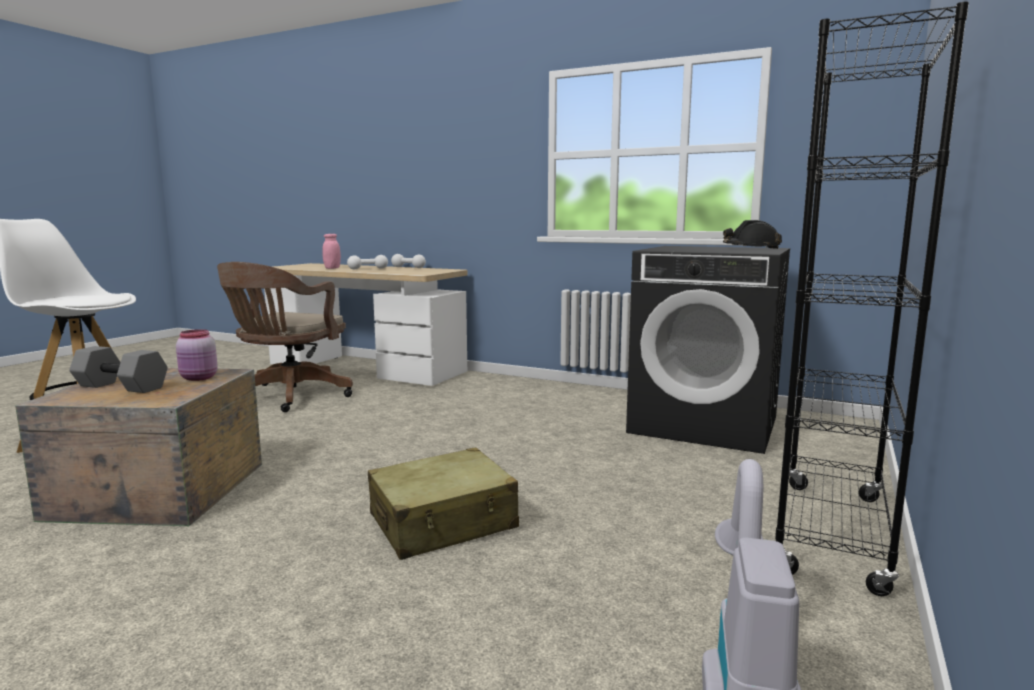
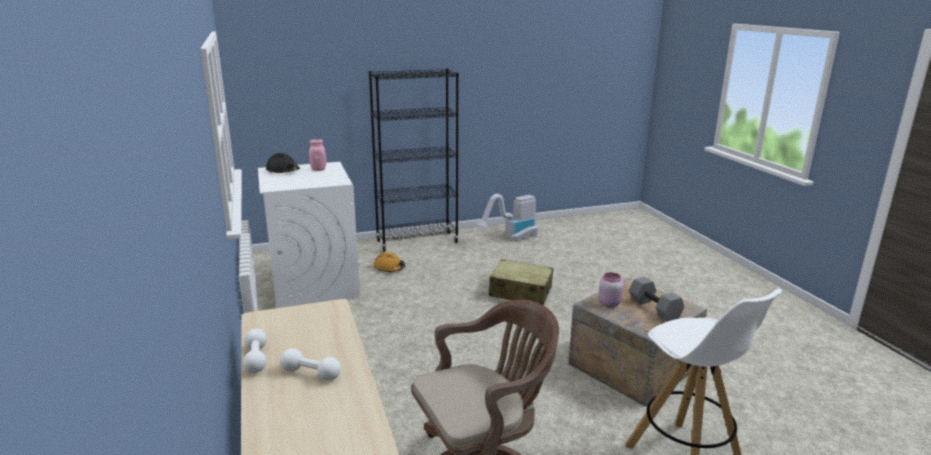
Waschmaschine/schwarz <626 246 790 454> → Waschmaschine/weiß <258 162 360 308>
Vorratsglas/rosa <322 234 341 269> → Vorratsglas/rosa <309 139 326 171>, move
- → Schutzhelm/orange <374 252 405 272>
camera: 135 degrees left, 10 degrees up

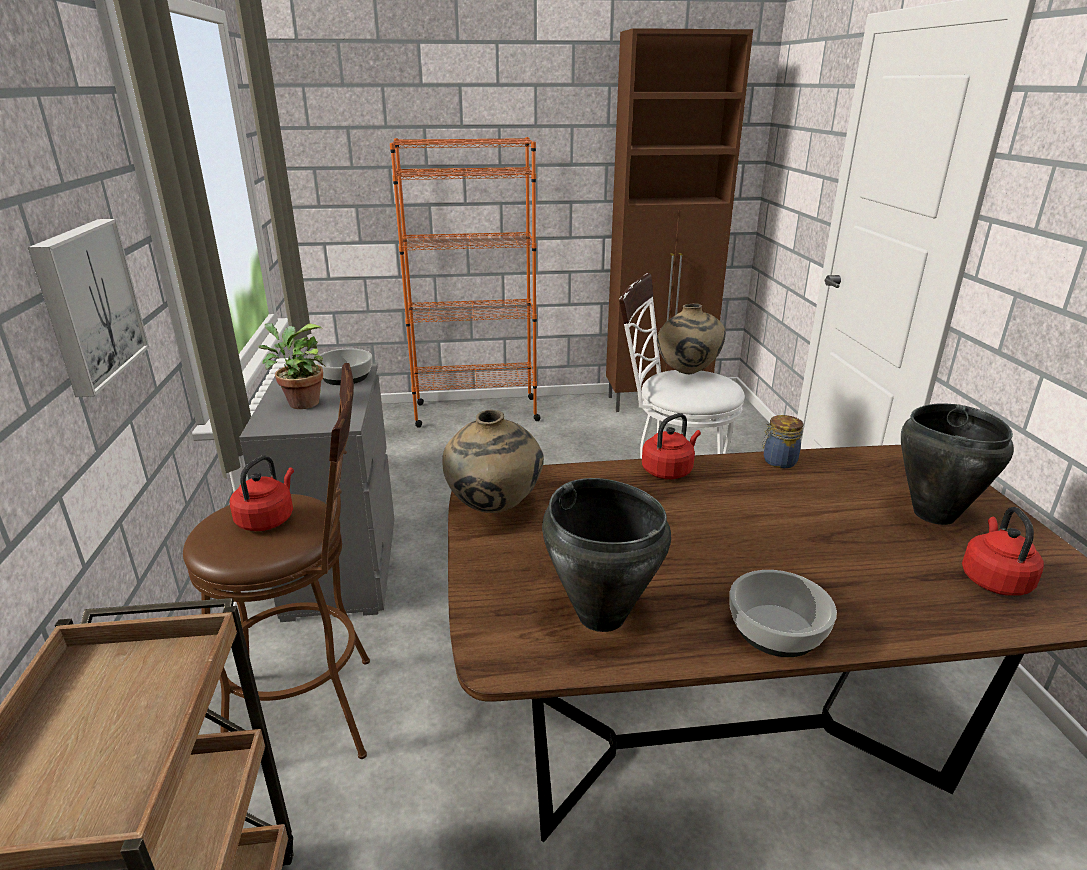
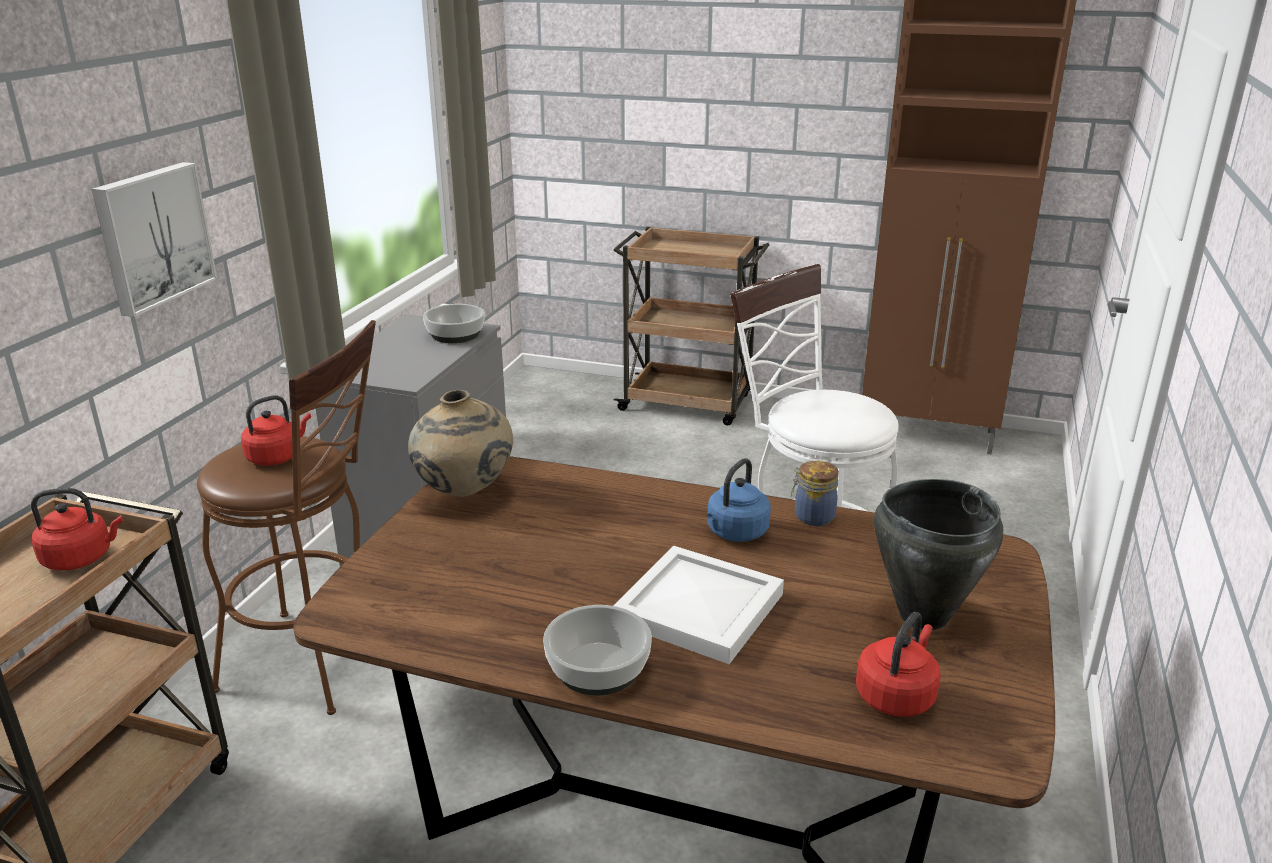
Wasserkessel/rot <642 413 701 479> → Wasserkessel/rot <31 488 123 571>, move
Bücherregal/orange <390 137 541 428> → Rollwagen/braun <613 227 769 425>
- → Tablett/weiß <613 546 784 664>
- → Wasserkessel/blau <707 458 771 542>
Topfpflanze <258 323 326 409> → -
Kochtopf/schwarz <542 478 671 632> → -
Vase/beige <657 303 726 374> → -
camera: 25 degrees right, 0 degrees up

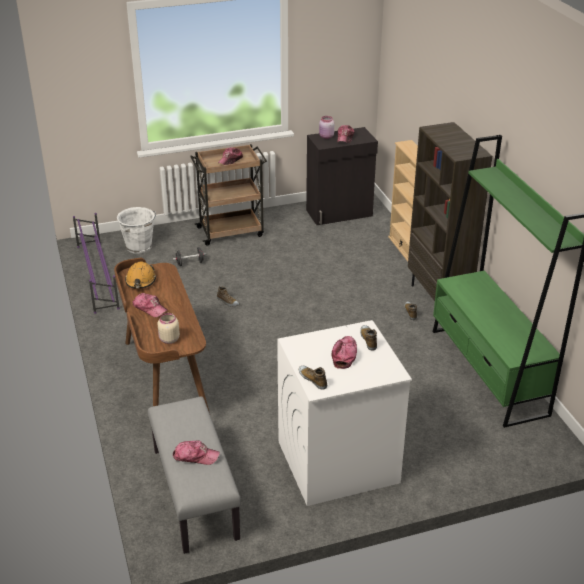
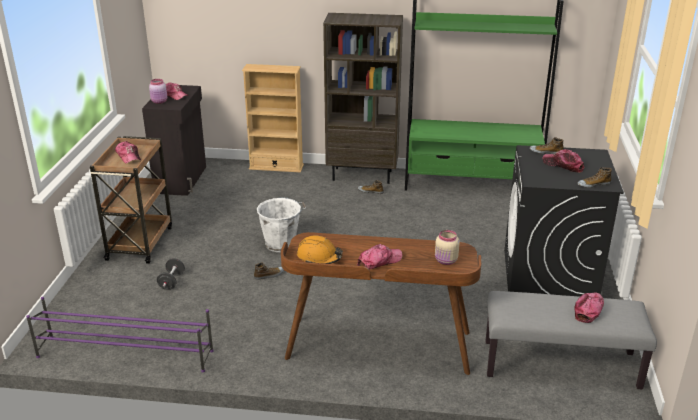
Eimer/weiß <117 207 156 254> → Eimer/weiß <257 197 306 252>, move
Waschmaschine/weiß <277 320 412 506> → Waschmaschine/schwarz <504 145 624 296>
camera: 65 degrees left, 5 degrees down

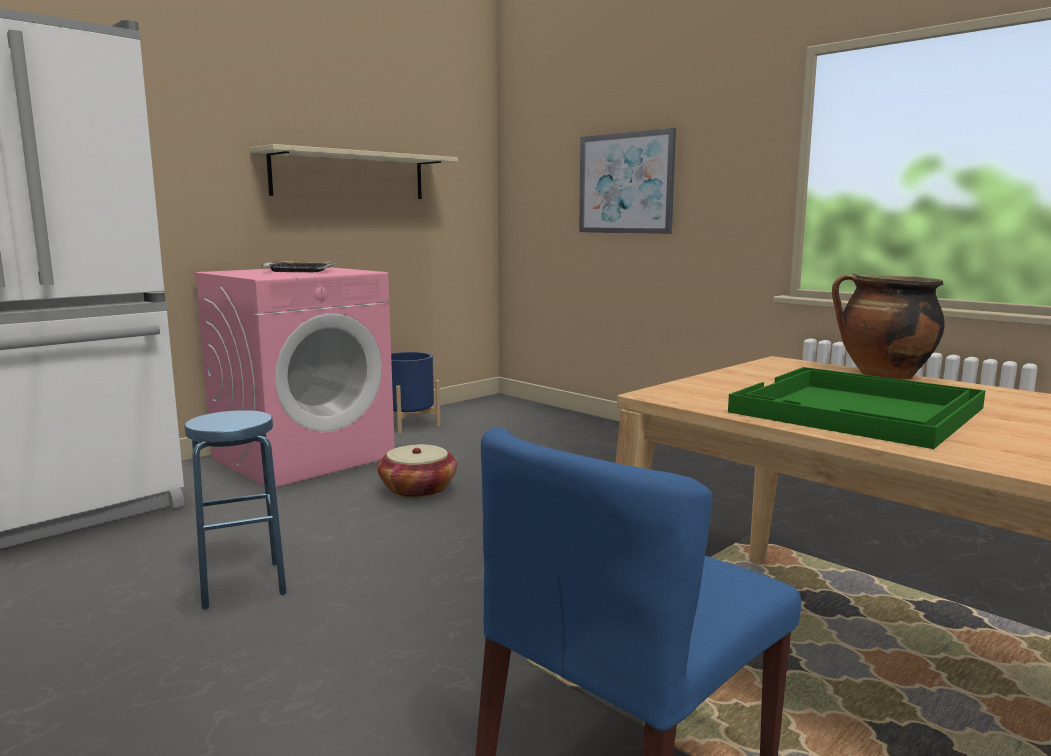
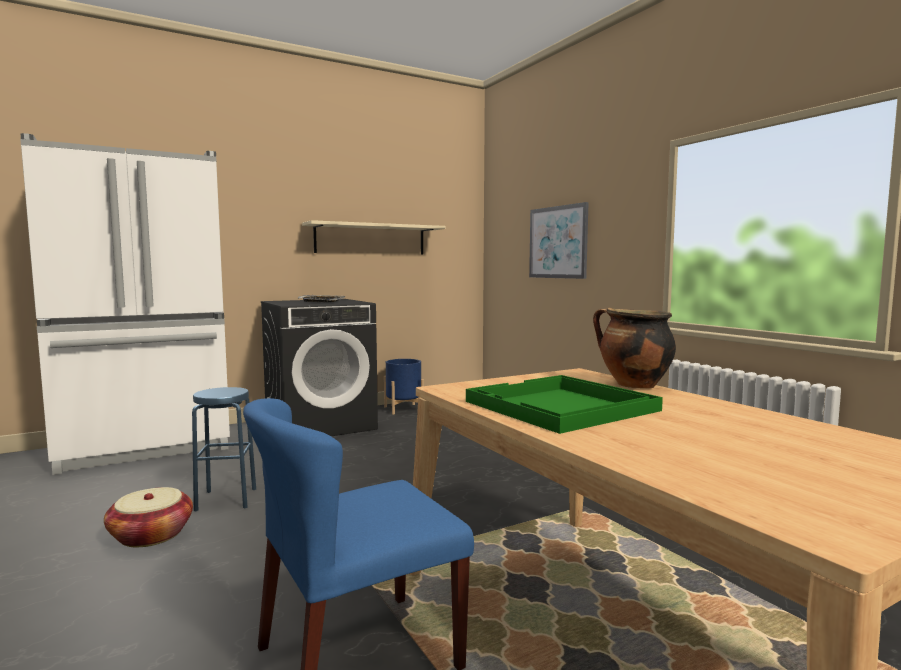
Korb <378 444 457 498> → Korb <104 487 193 547>, move
Waschmaschine/rosa <193 267 395 487> → Waschmaschine/schwarz <261 299 378 436>
camera: 15 degrees right, 5 degrees down

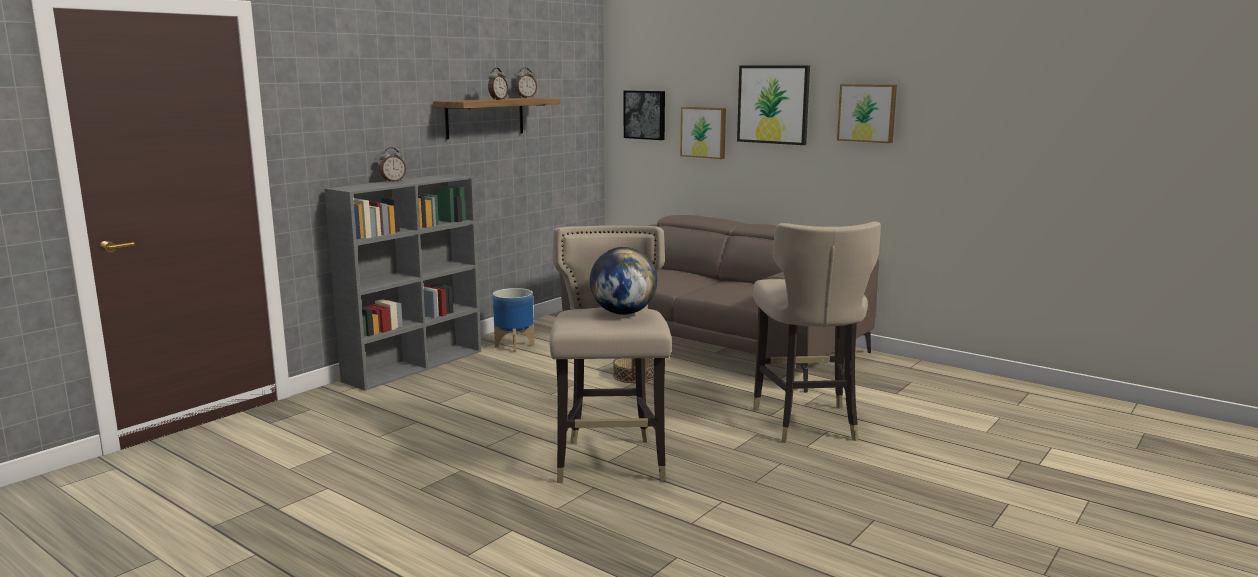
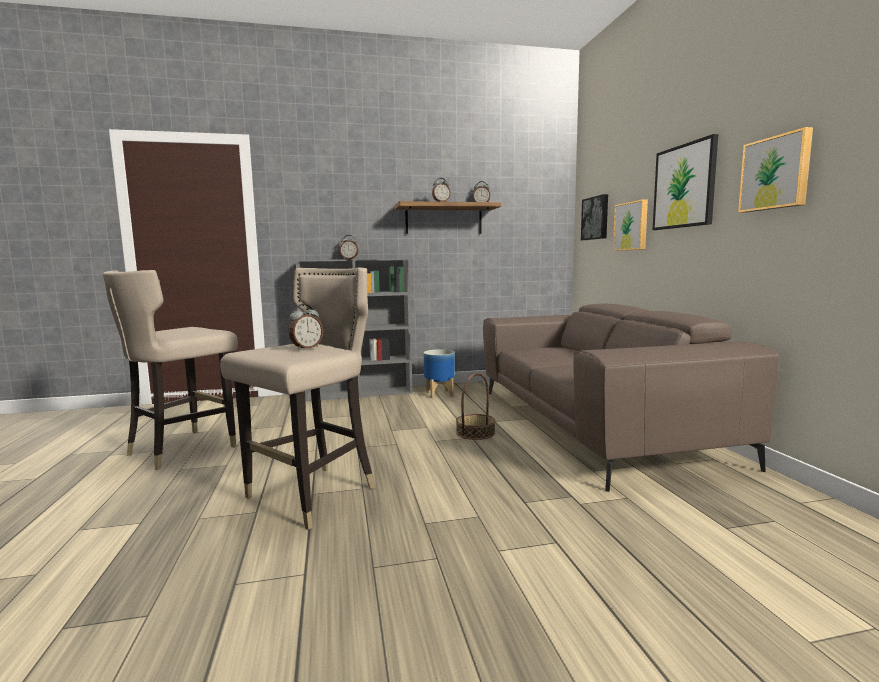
Hocker/beige <753 221 881 443> → Hocker/beige <103 270 238 470>, move
Globus <590 247 657 315> → Wecker <289 304 323 350>
camera: 40 degrees right, 5 degrees down

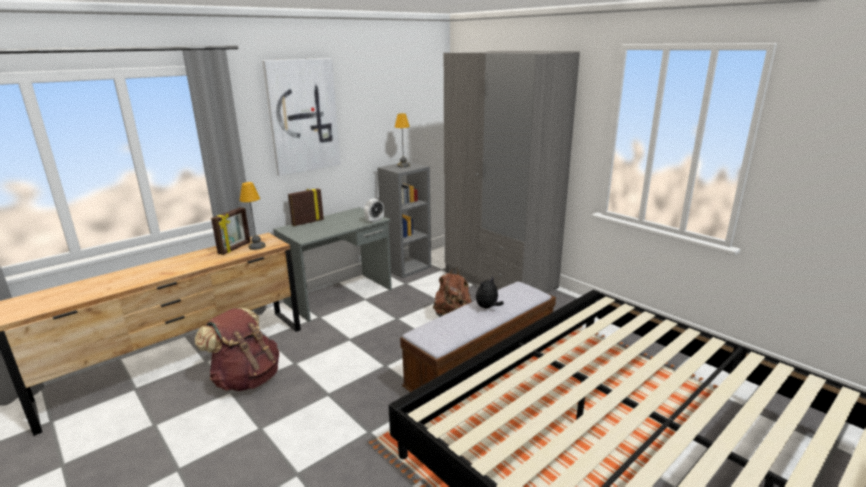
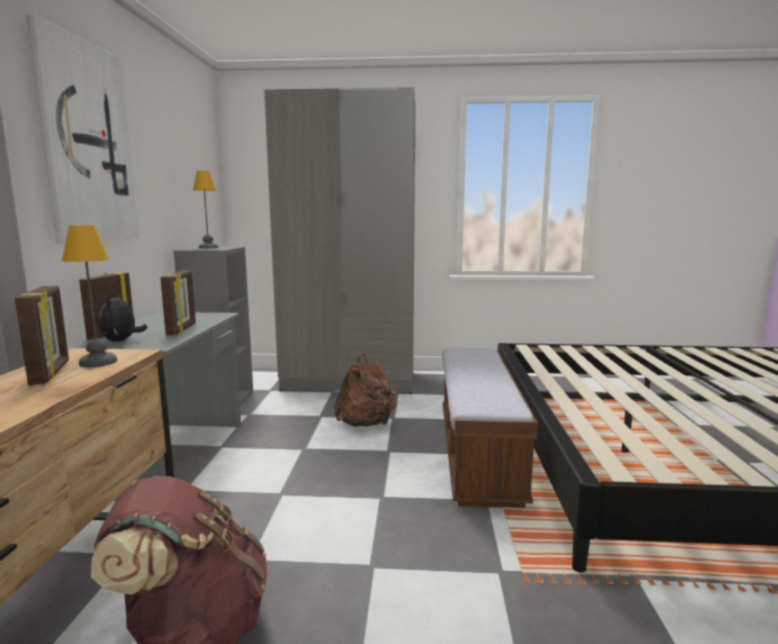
Plüschtier <476 277 504 308> → Plüschtier <99 292 147 342>, move
- → Bilderrahmen <160 271 196 335>
Wecker <364 198 384 223> → -
camera: 45 degrees left, 10 degrees down

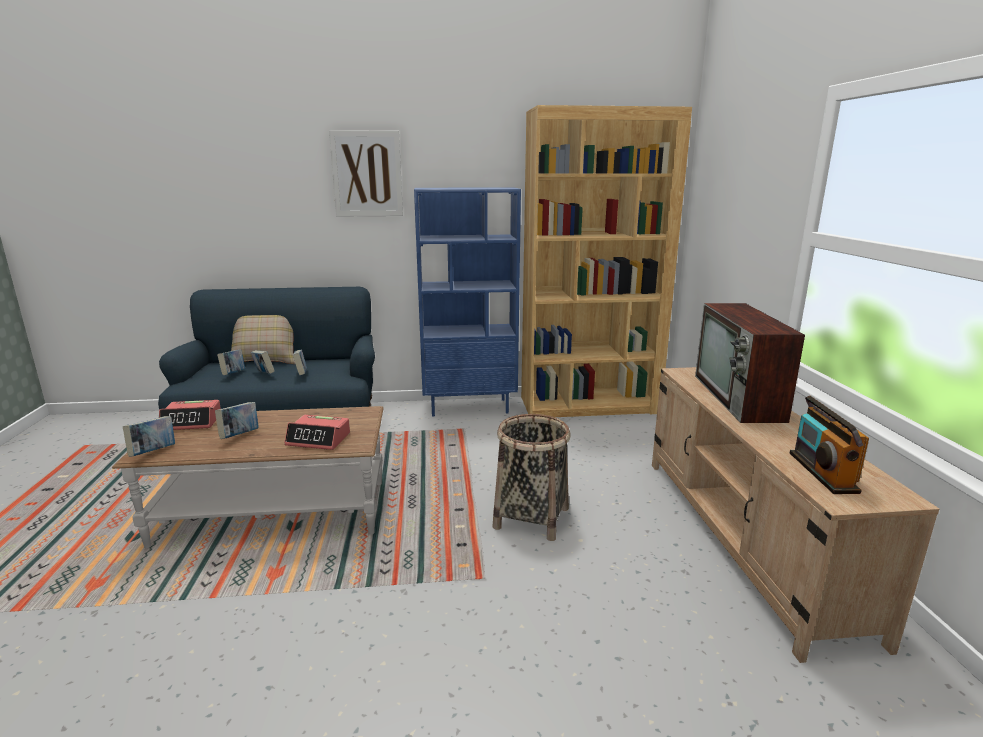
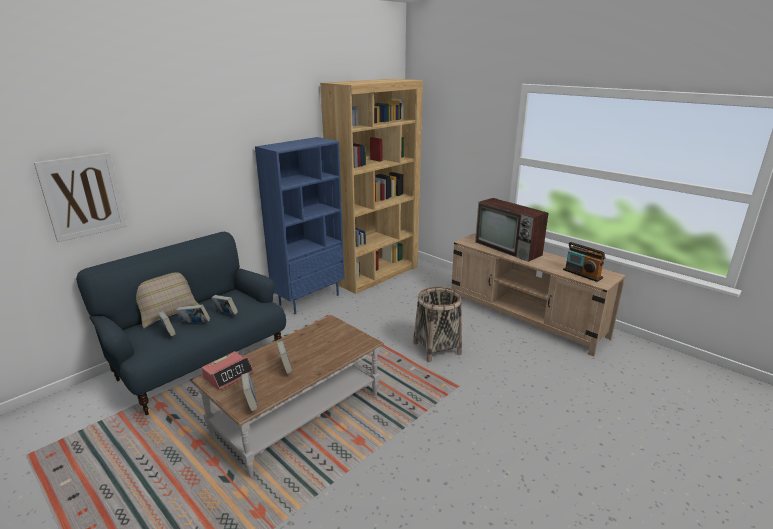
Bild <329 130 403 217> → Bild <34 153 127 242>, move
Wecker <284 415 350 450> → -
camera: 40 degrees left, 5 degrees up

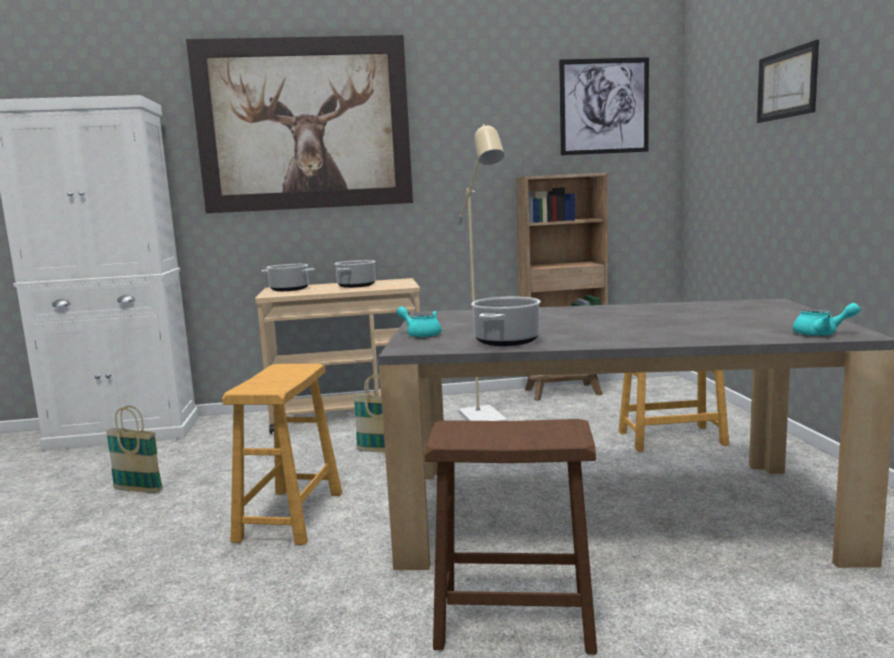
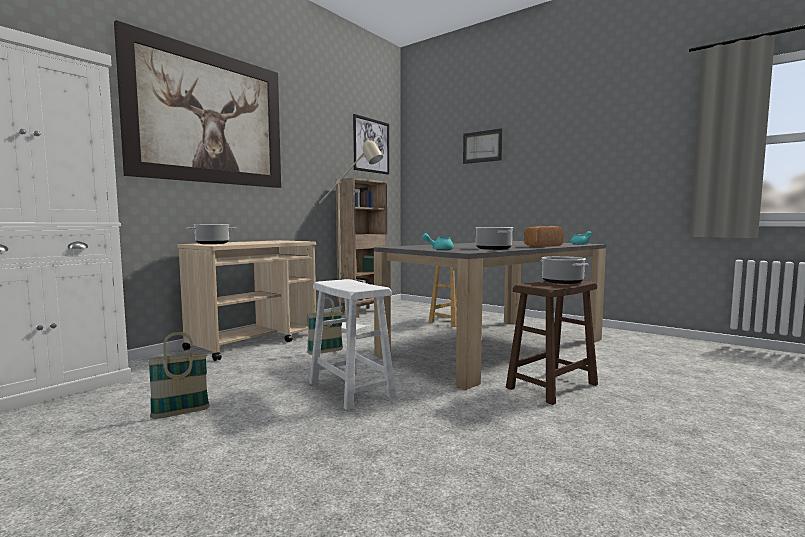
Hocker/braun <222 364 342 545> → Hocker/weiß <309 279 396 410>
- → Brot <524 226 564 247>
Kochtopf <335 260 376 288> → Kochtopf <541 256 589 284>, move
camera: 45 degrees left, 5 degrees down

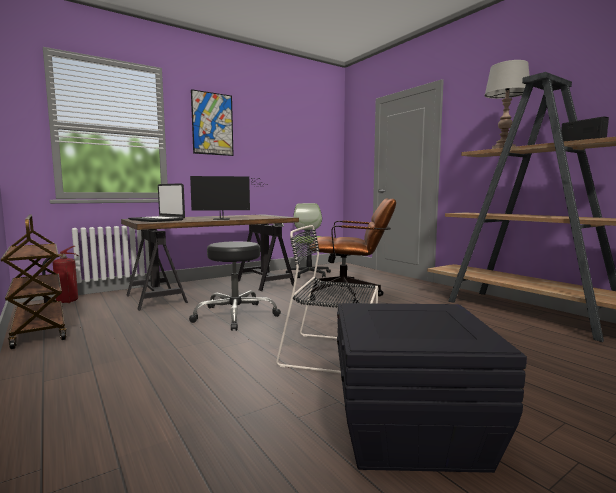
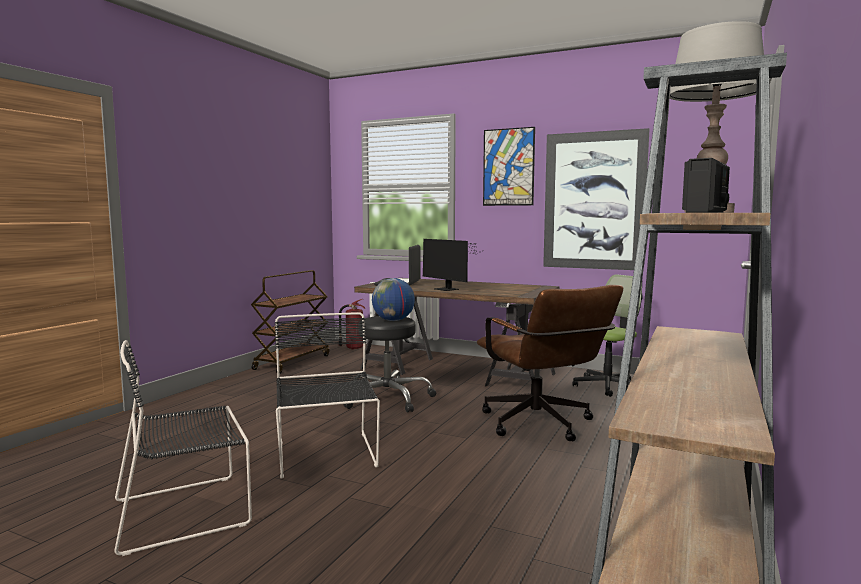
Aufbewahrungsbox/schwarz <337 303 527 473> → Stuhl/schwarz <114 340 252 556>
- → Globus <372 278 415 321>
- → Bild <543 128 649 270>
camera: 60 degrees right, 0 degrees up

